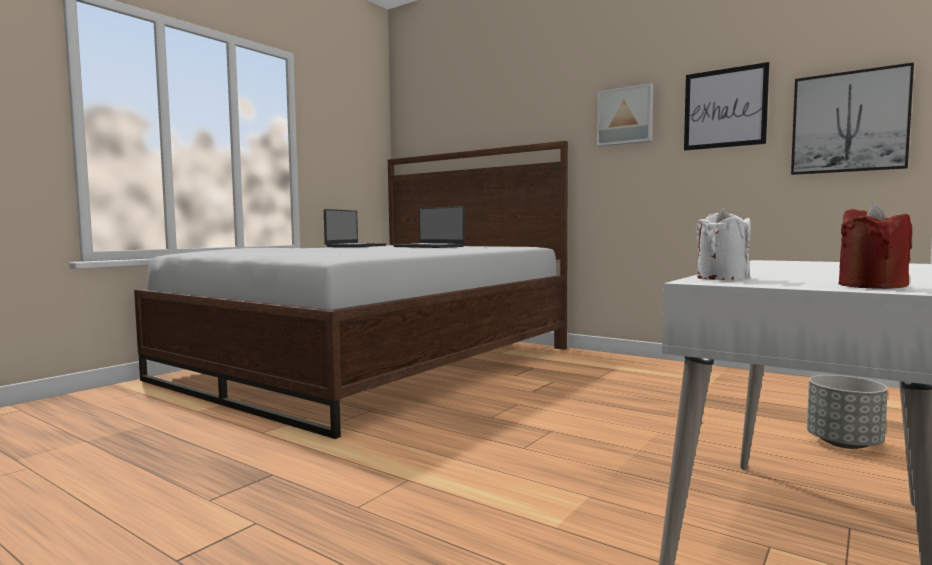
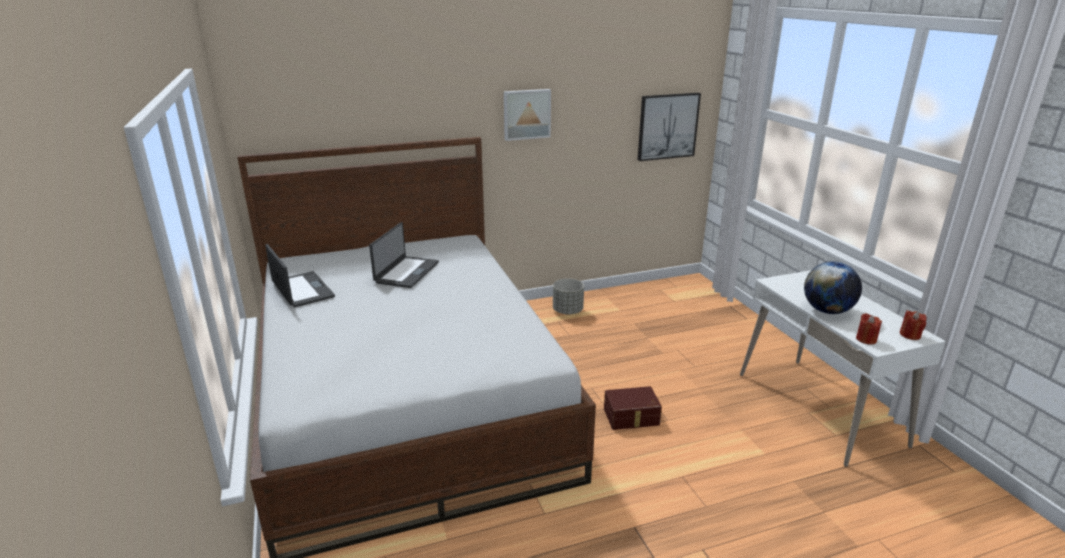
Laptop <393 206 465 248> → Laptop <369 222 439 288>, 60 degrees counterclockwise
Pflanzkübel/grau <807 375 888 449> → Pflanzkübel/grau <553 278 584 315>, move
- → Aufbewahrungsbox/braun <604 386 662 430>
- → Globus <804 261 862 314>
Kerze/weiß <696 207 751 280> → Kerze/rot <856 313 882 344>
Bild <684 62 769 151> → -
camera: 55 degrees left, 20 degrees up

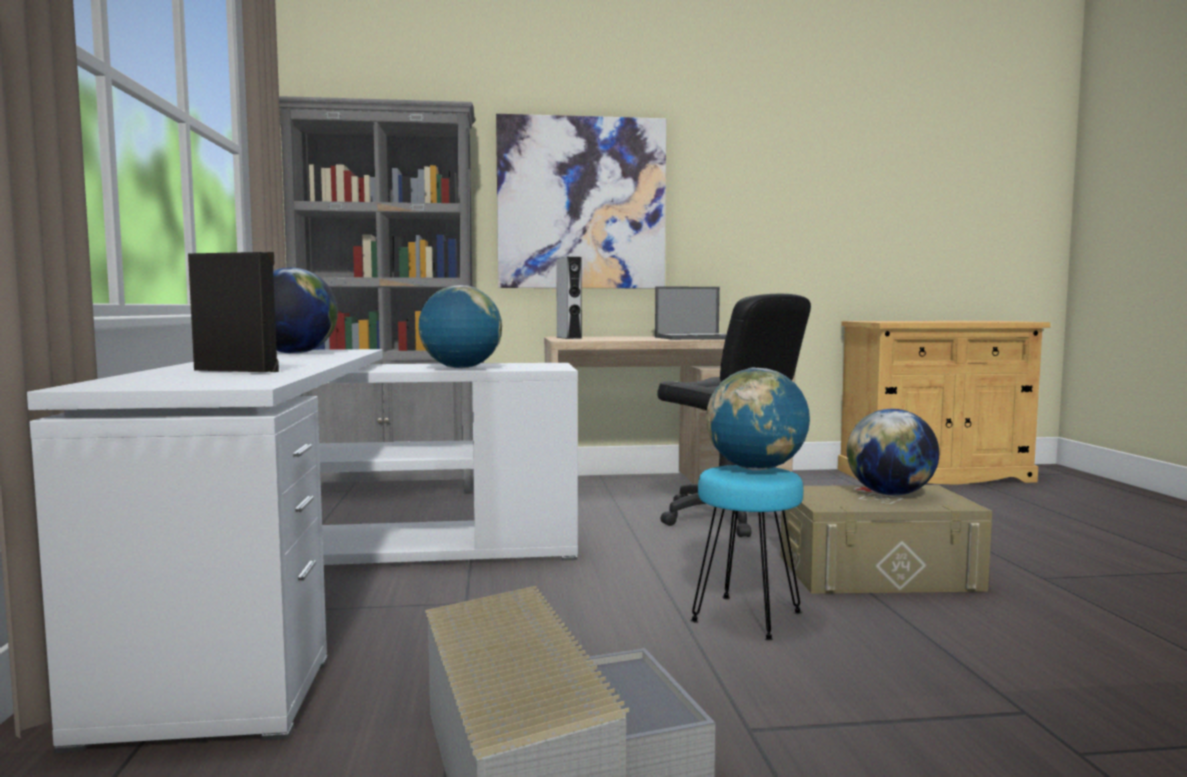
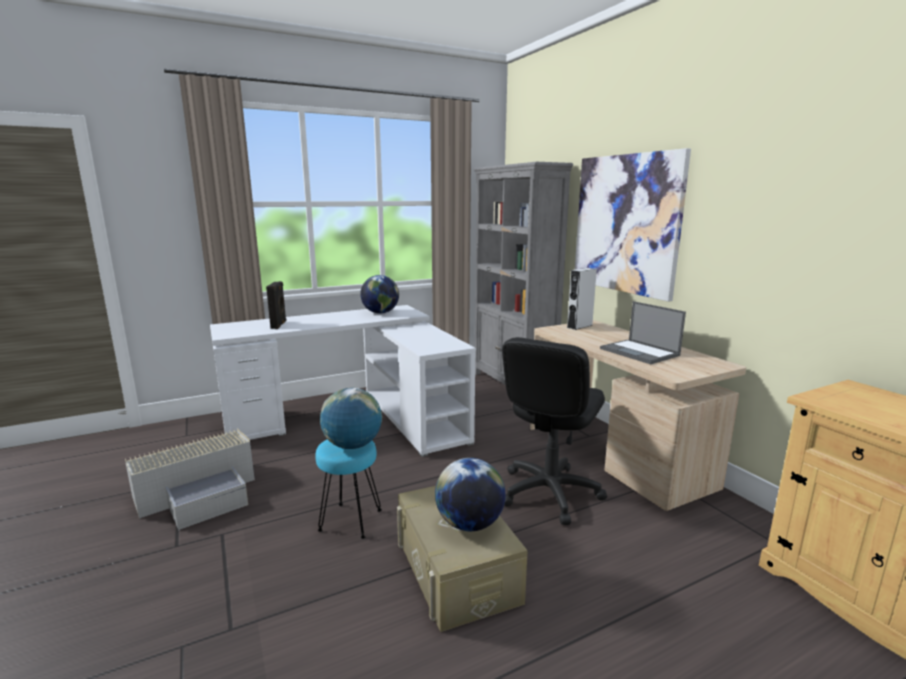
Globus <418 285 502 369> → -
camera: 70 degrees right, 10 degrees up

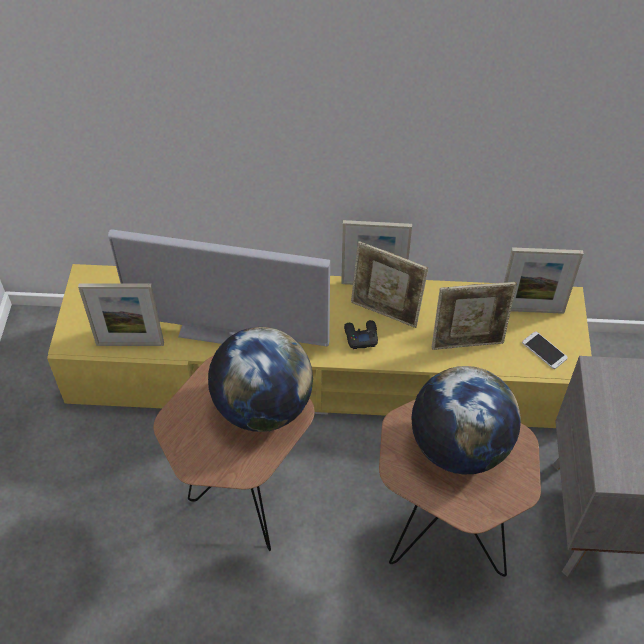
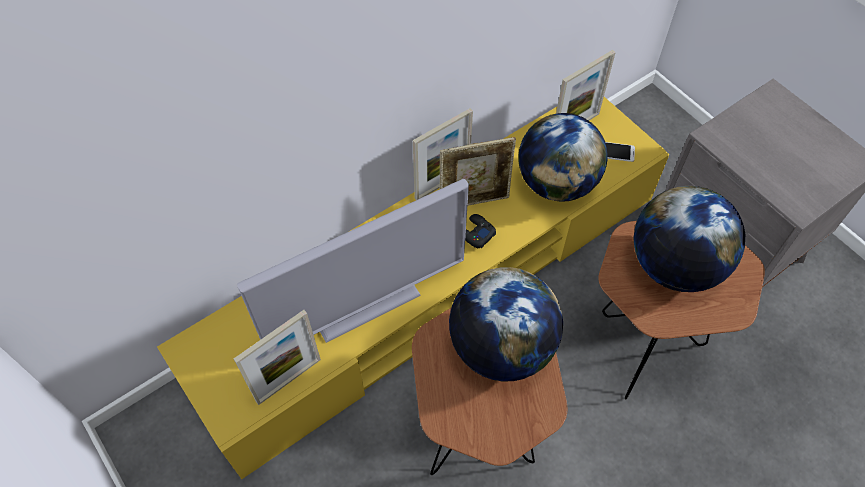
Bilderrahmen <432 282 517 350> → Globus <518 113 608 202>
camera: 40 degrees left, 5 degrees up

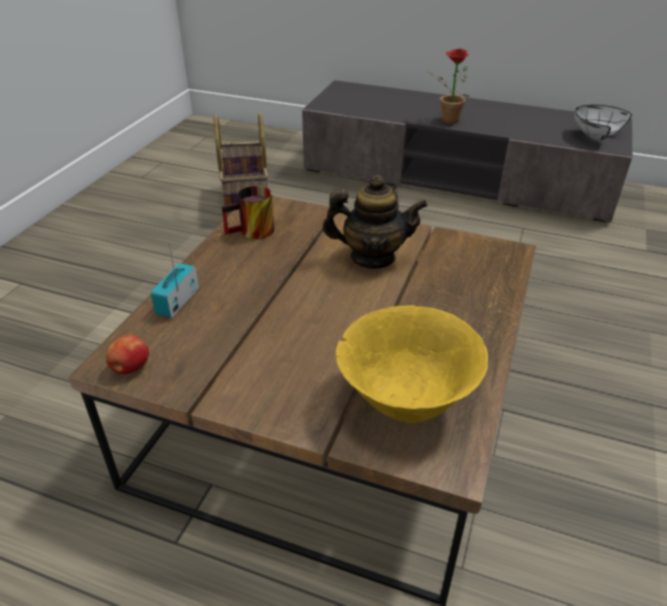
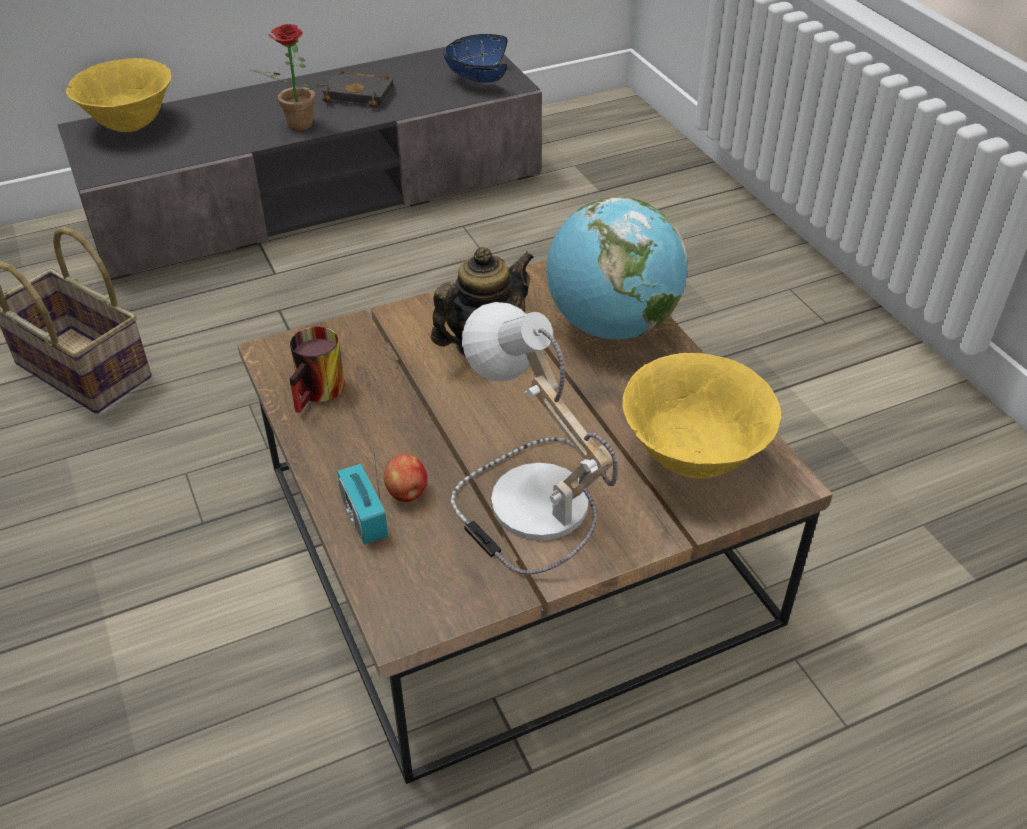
- → Schüssel/gelb <66 58 171 132>
- → Buch/schwarz <321 70 394 108>
Apfel <106 335 149 374> → Apfel <384 454 427 502>, move
Schüssel/weiß <574 105 632 140> → Schüssel/blau <443 34 507 83>
- → Tischlampe <451 302 618 574>
- → Globus <546 197 688 339>
camera: 45 degrees left, 5 degrees up

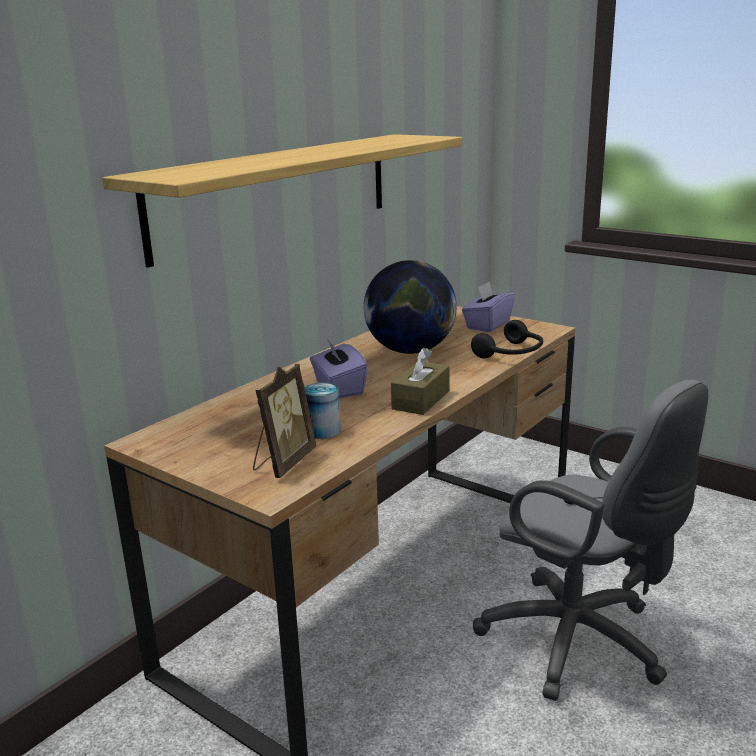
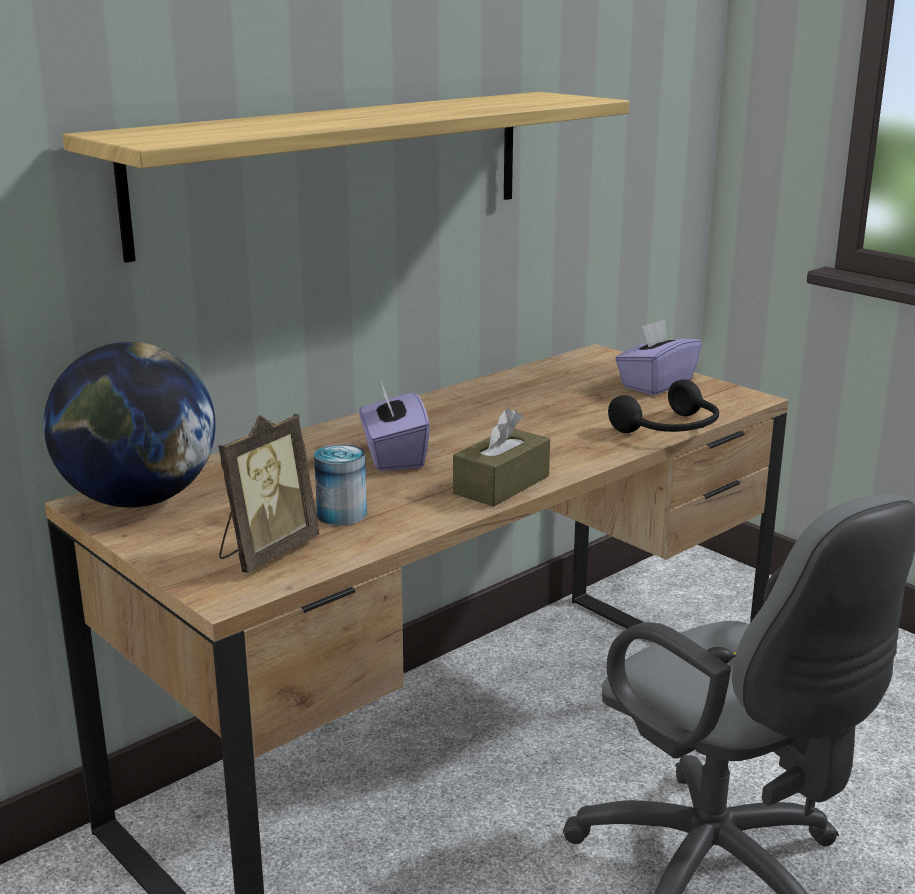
Globus <363 260 457 354> → Globus <44 342 216 508>, move
camera: 10 degrees right, 0 degrees up

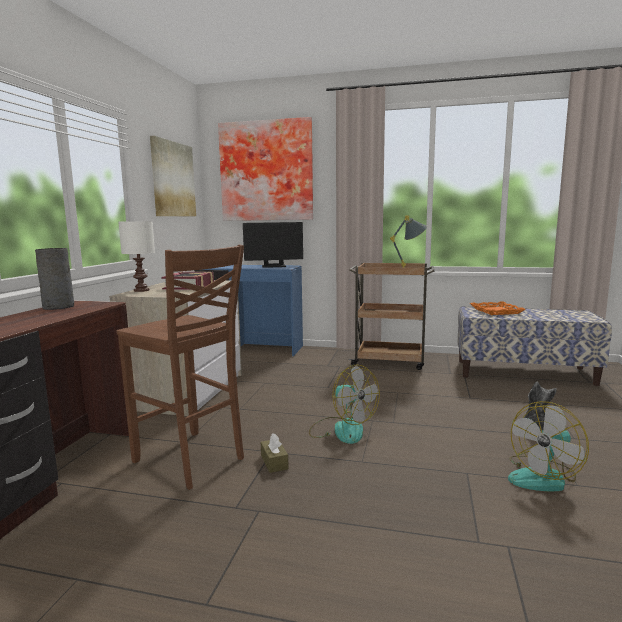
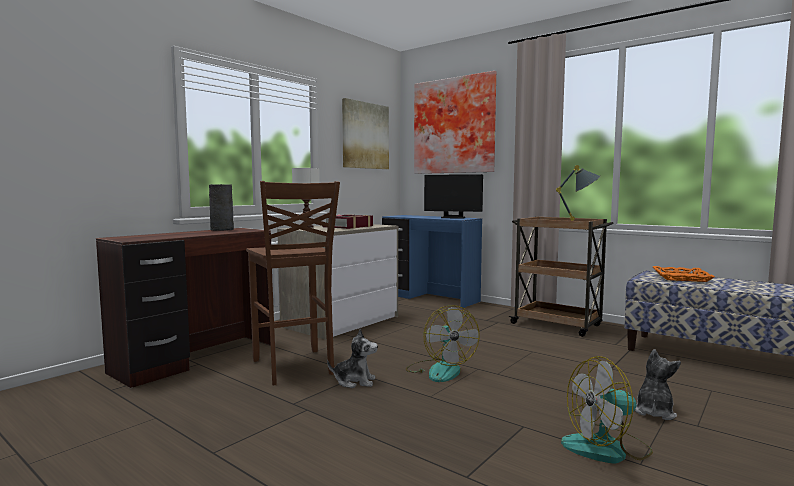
Taschentuchbox/braun <261 433 289 473> → Plüschtier <327 328 378 388>
camera: 25 degrees right, 5 degrees down

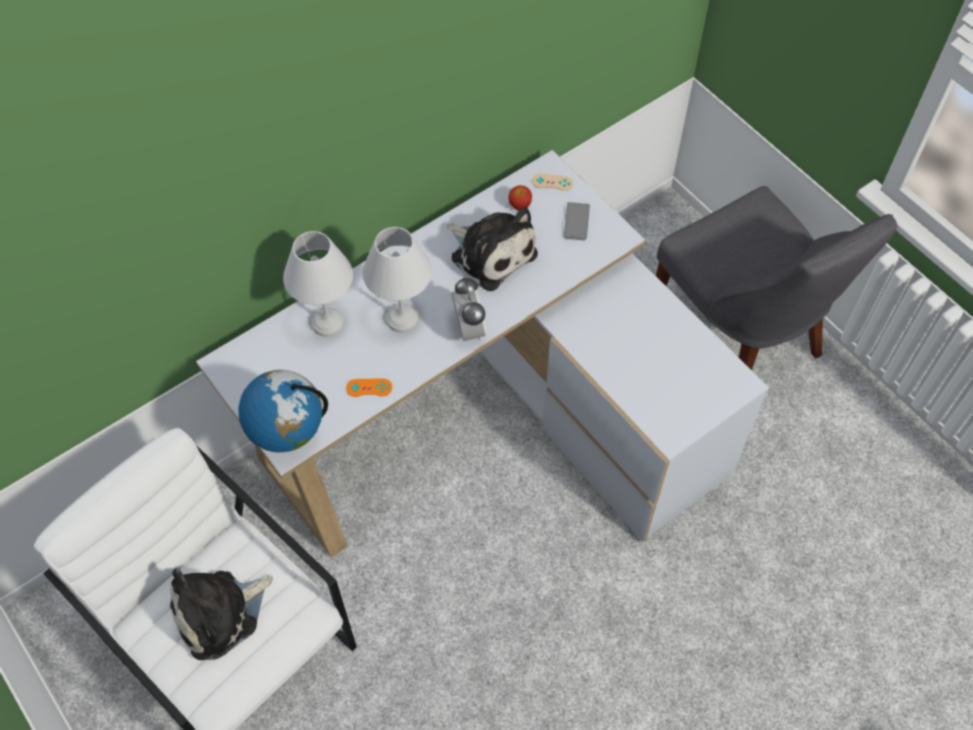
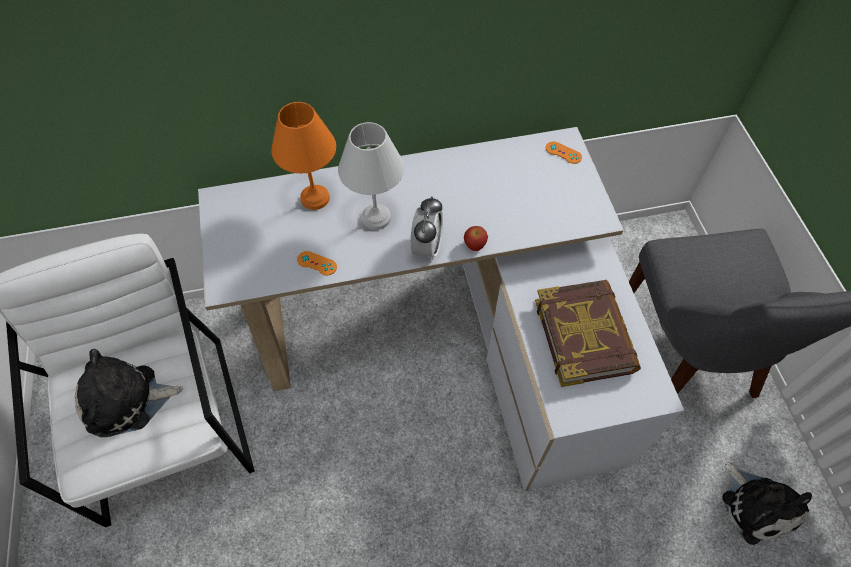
Tischlampe/weiß <283 231 353 337> → Tischlampe/orange <271 102 336 210>
Apfel <508 185 532 210> → Apfel <464 226 488 251>, move
- → Buch <535 280 641 387>
Gamepad/beige <532 174 573 191> → Gamepad/orange <546 141 582 164>
Plüschtier <447 206 538 291> → Plüschtier <722 462 812 545>, move
Globus <238 370 328 452> → -
Handy <564 202 590 240> → -
camera: 25 degrees right, 0 degrees up

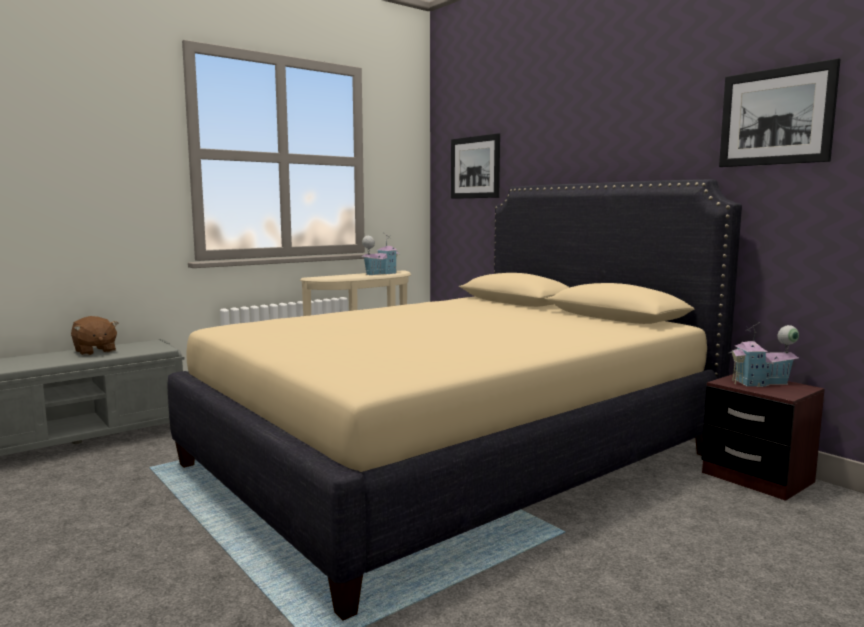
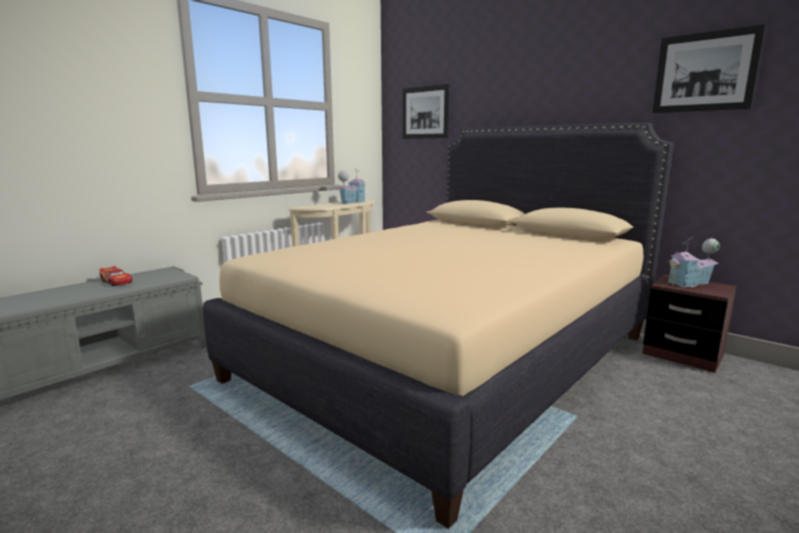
Plüschtier/braun <71 316 118 356> → Spielzeugauto <100 266 132 286>
camera: 10 degrees left, 5 degrees up

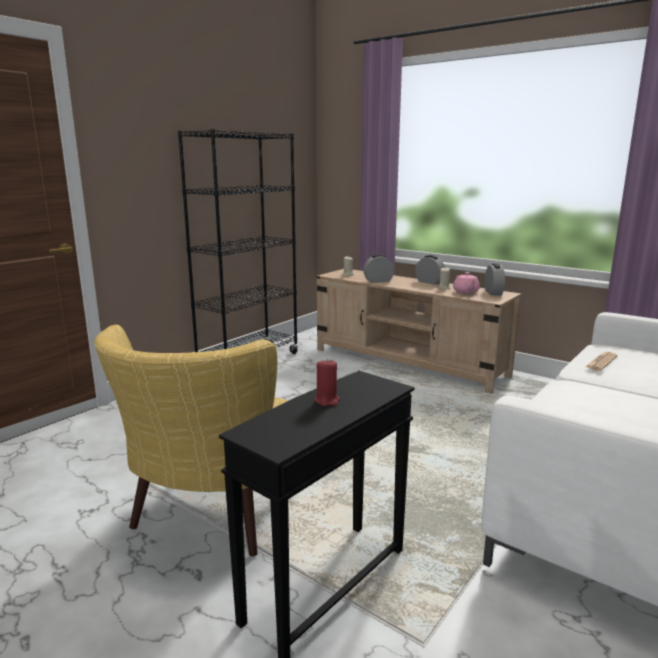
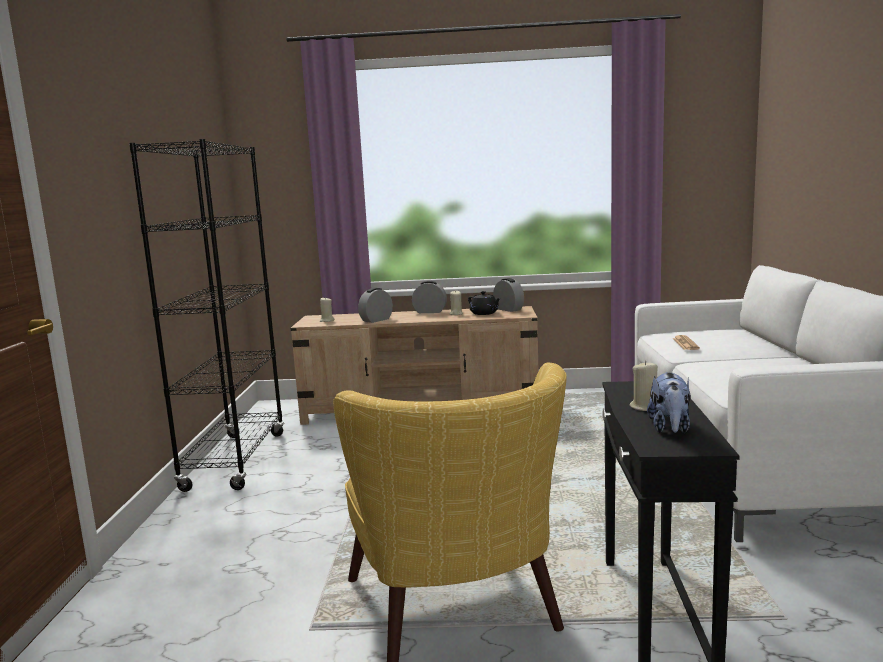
Teekanne/rosa <453 272 480 294> → Teekanne/schwarz <468 291 501 315>
Kerze/rot <314 359 340 406> → Kerze/beige <629 361 658 411>
- → Plüschtier <647 372 691 433>
camera: 35 degrees left, 5 degrees down

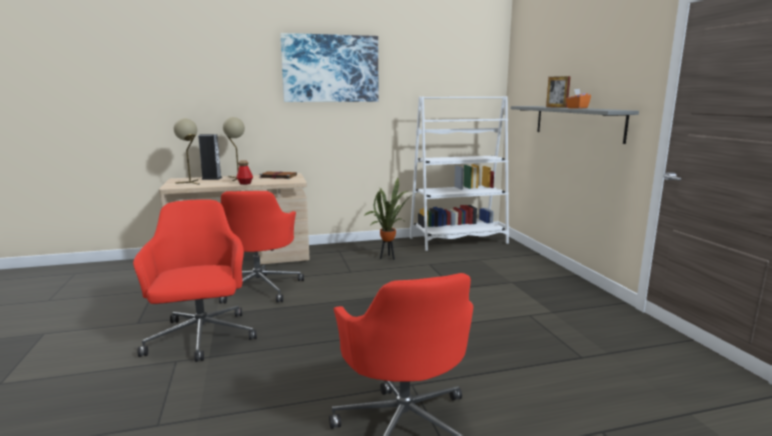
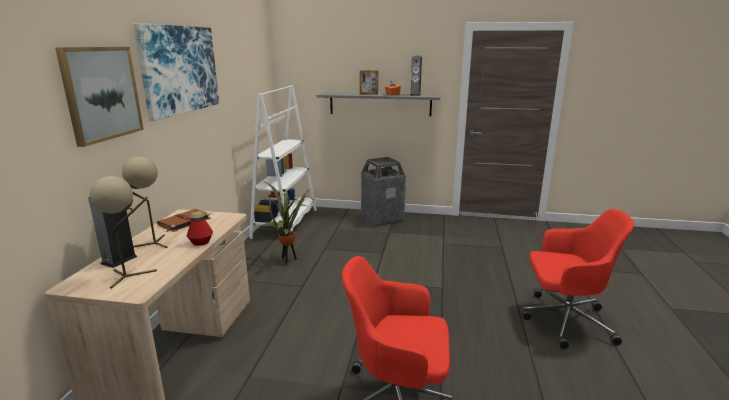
- → Bild <55 47 144 147>
- → Mülleimer <361 157 406 227>
- → Lautsprecher <410 56 422 96>
Bürostuhl/rot <219 191 304 304> → -
camera: 65 degrees left, 5 degrees up

